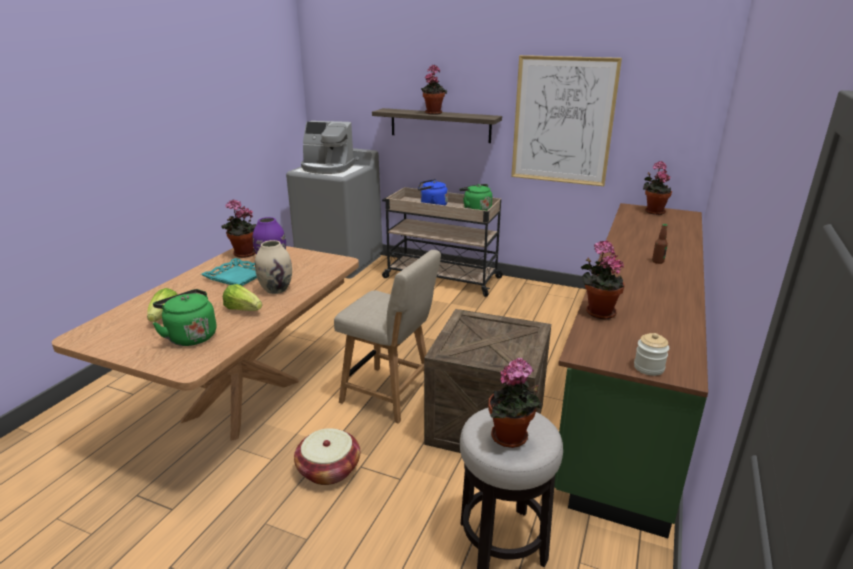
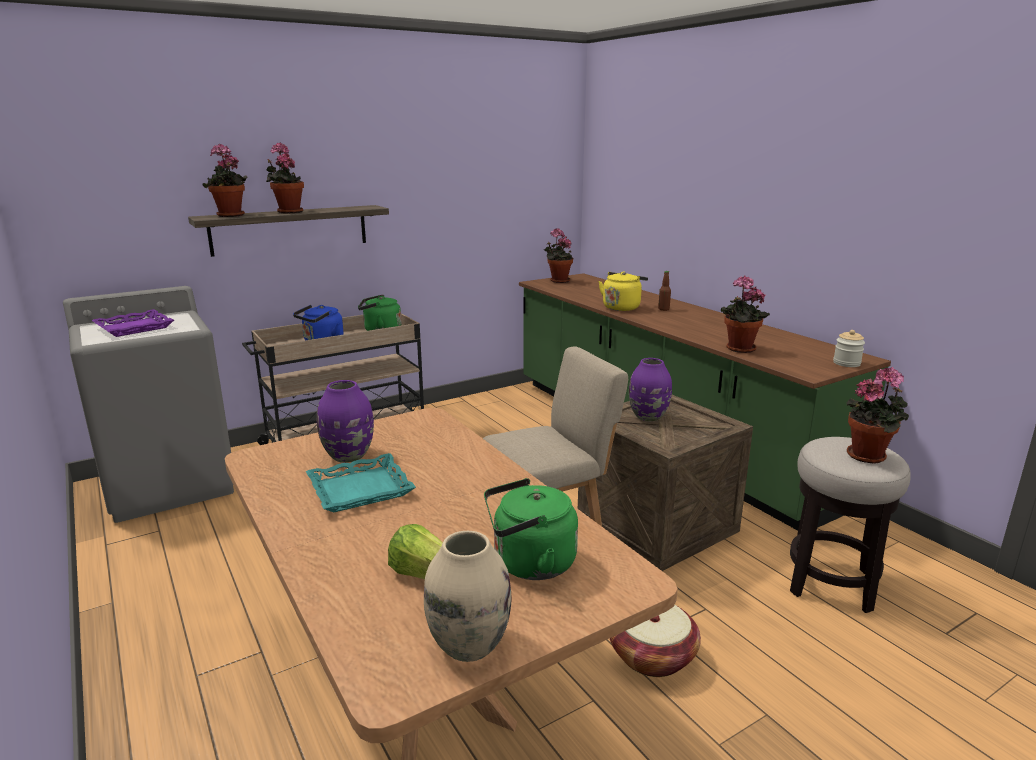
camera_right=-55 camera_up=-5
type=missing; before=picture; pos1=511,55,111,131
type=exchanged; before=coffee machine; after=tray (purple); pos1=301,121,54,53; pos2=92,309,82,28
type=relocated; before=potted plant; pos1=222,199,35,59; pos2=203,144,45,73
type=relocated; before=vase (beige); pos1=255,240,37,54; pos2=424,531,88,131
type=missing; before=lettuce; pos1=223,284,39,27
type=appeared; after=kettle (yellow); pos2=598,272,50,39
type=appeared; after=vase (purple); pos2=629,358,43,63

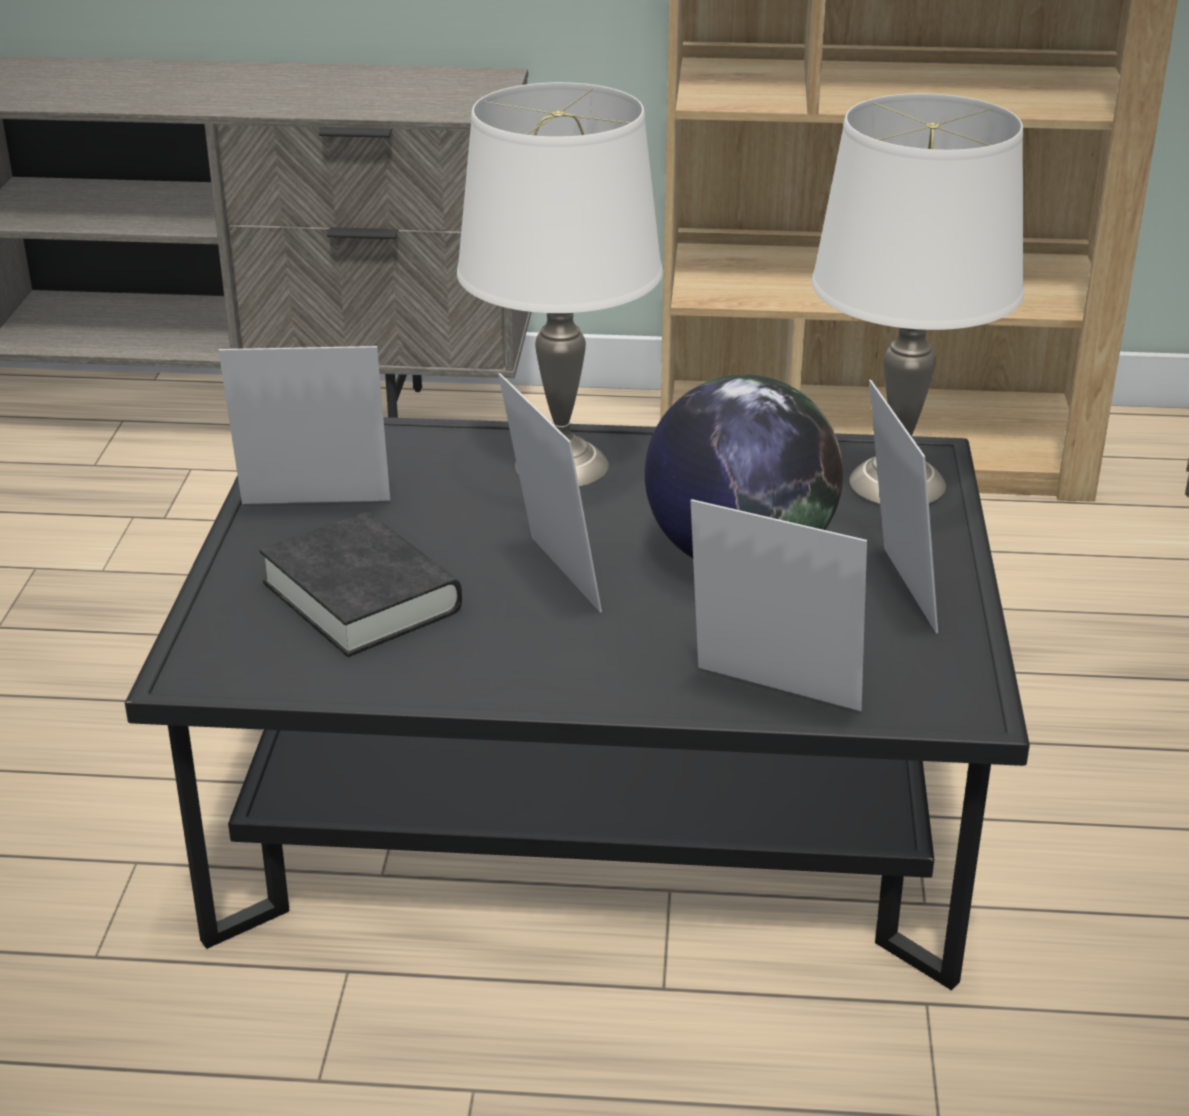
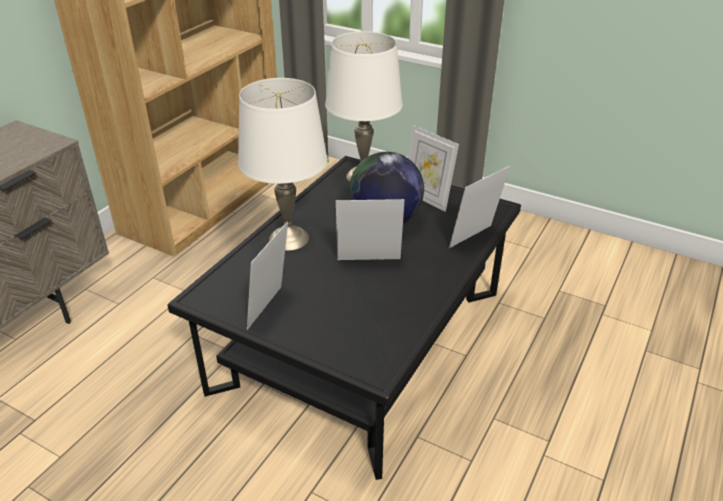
camera_right=-65 camera_up=5
type=spun; before=picture frame; pos1=869,380,69,254; pos2=408,125,51,87; turn=-150
type=missing; before=book (black); pos1=260,512,202,145

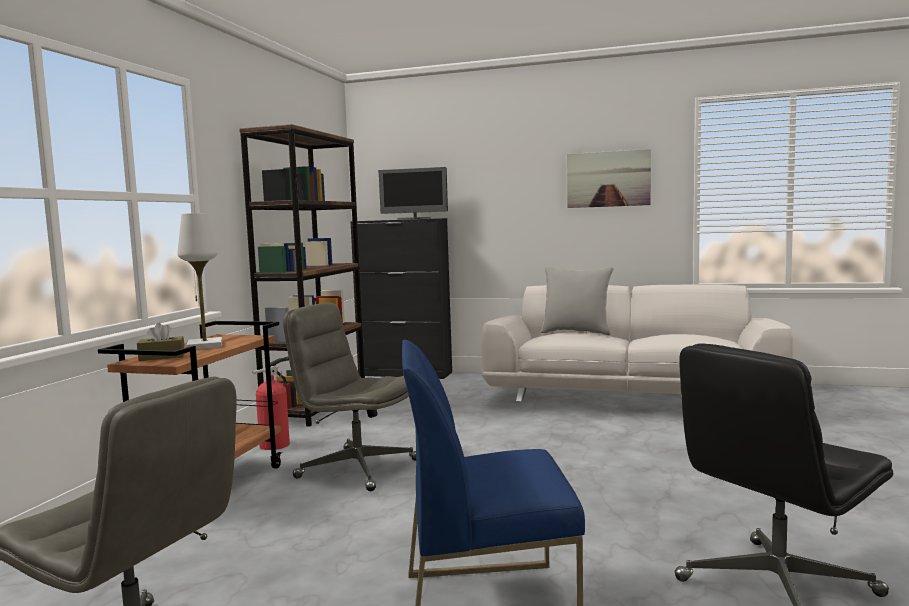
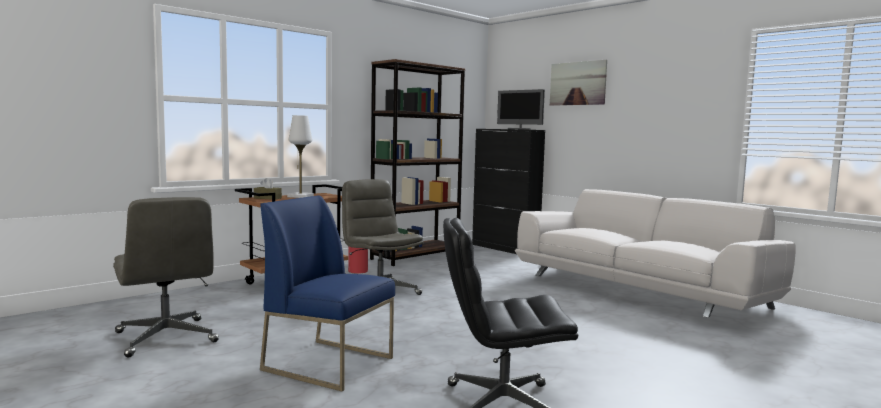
camera_right=30 camera_up=0
type=relocated; before=picture; pos1=567,149,84,59; pos2=550,60,57,46
type=missing; before=pillow (grey); pos1=541,266,73,69

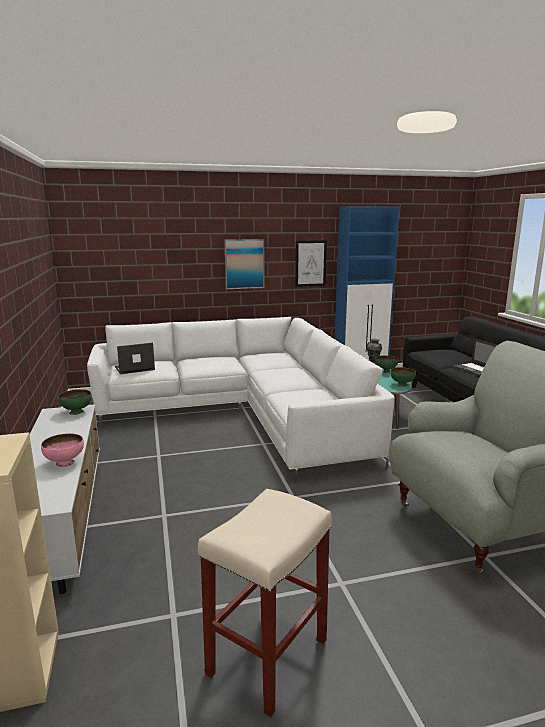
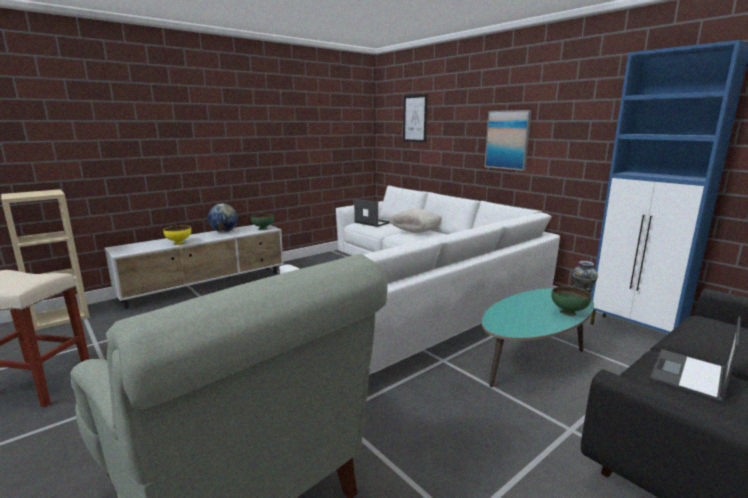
camera_right=65 camera_up=0
type=relocated; before=picture; pos1=295,240,32,47; pos2=403,94,25,49
type=missing; before=bowl (green); pos1=390,367,26,20
type=colour; before=bowl (pink); after=bowl (yellow); pos1=41,433,43,34; pos2=163,226,28,19
type=appeared; after=globe; pos2=208,204,30,28
type=appeared; after=pillow (beige); pos2=387,209,55,24

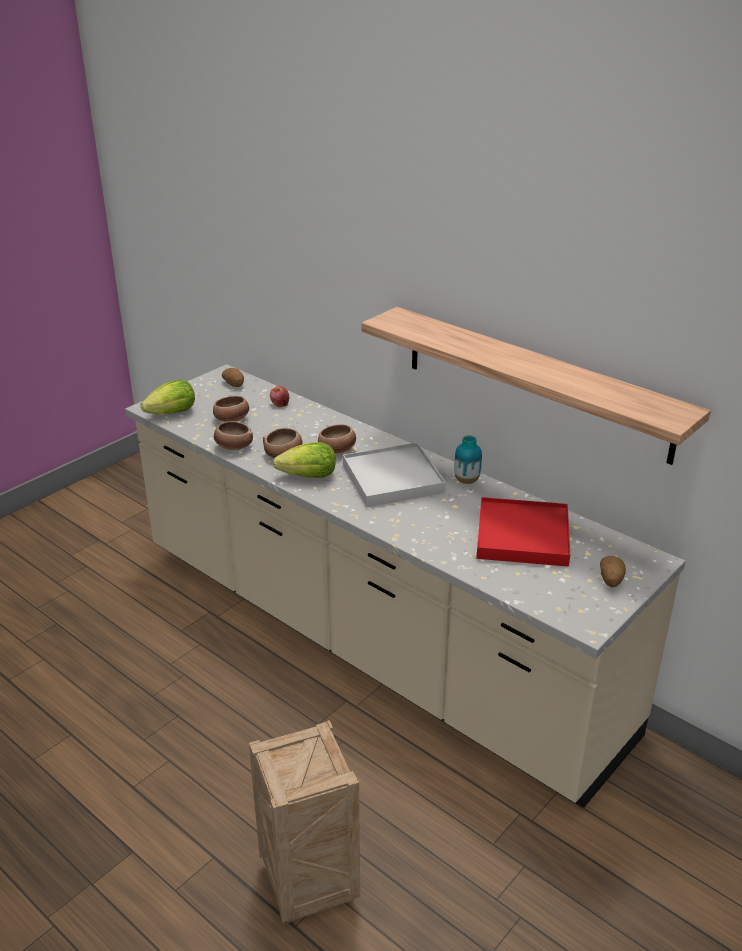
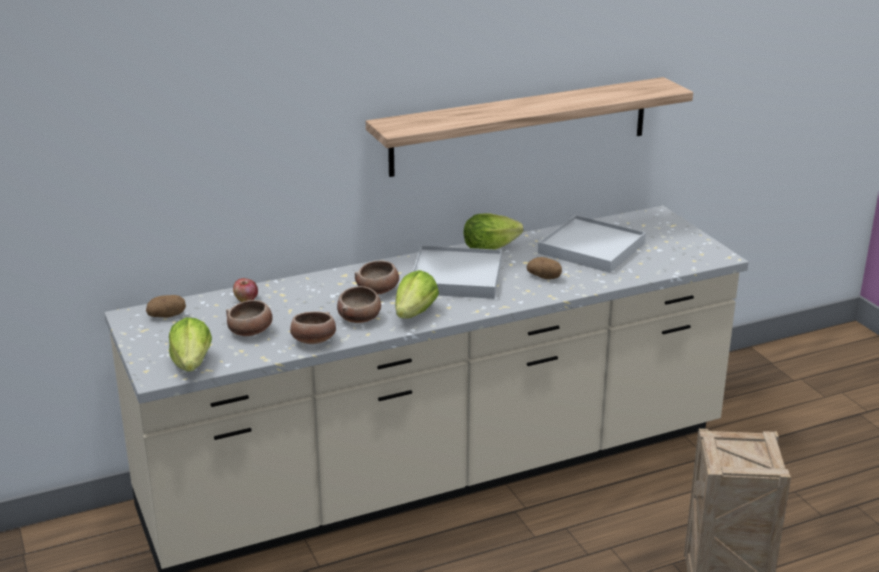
camera_right=-65 camera_up=-5
type=exchanged; before=vase; after=lettuce; pos1=454,435,28,49; pos2=464,214,59,36
type=colour; before=tray (red); after=tray (white); pos1=477,497,93,70; pos2=538,215,108,58
type=relocated; before=potato; pos1=600,556,26,31; pos2=527,257,35,22

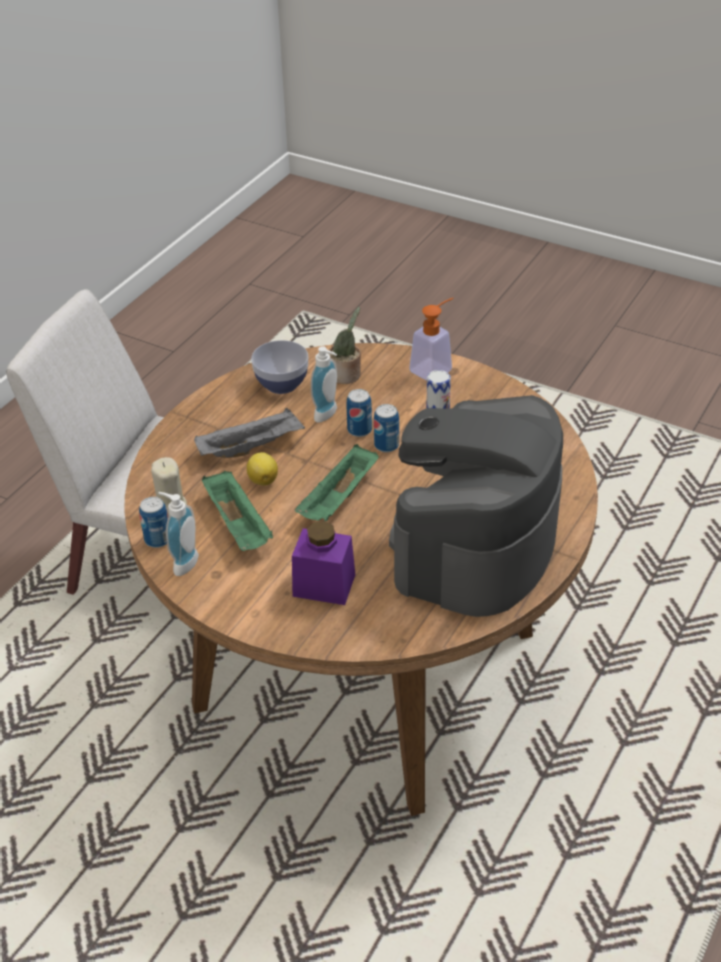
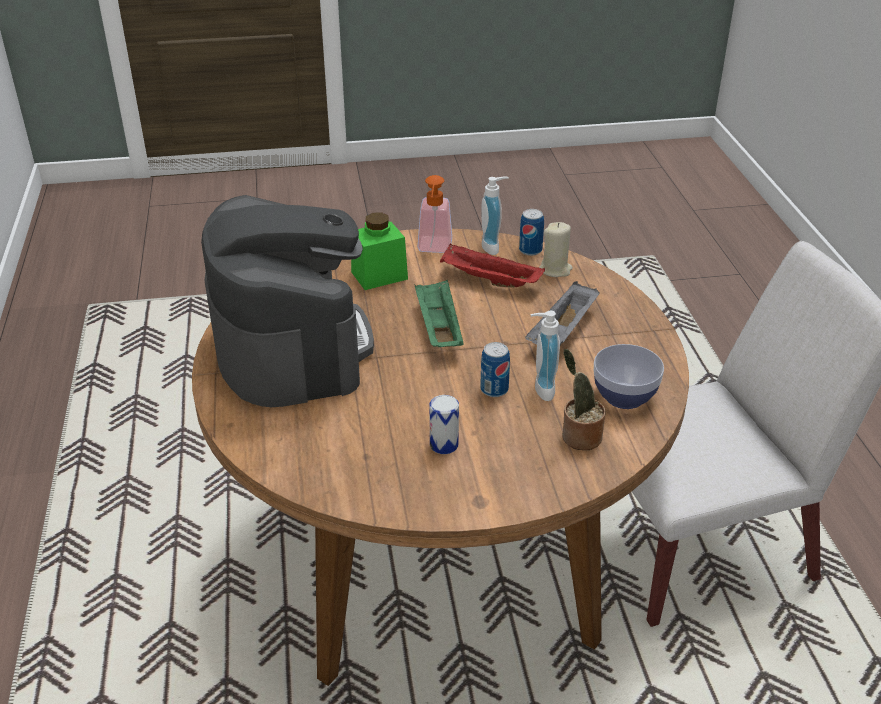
camera_right=140 camera_up=-5
type=relocated; before=soap dispenser; pos1=409,298,44,83; pos2=418,175,34,78
type=missing; before=can; pos1=374,404,25,48
type=missing; before=lemon; pos1=247,452,31,34
type=colour; before=tray (green); after=tray (red); pos1=202,471,71,80; pos2=440,243,105,45
type=colour; before=jar (purple); after=jar (green); pos1=292,521,63,84; pos2=351,212,57,78

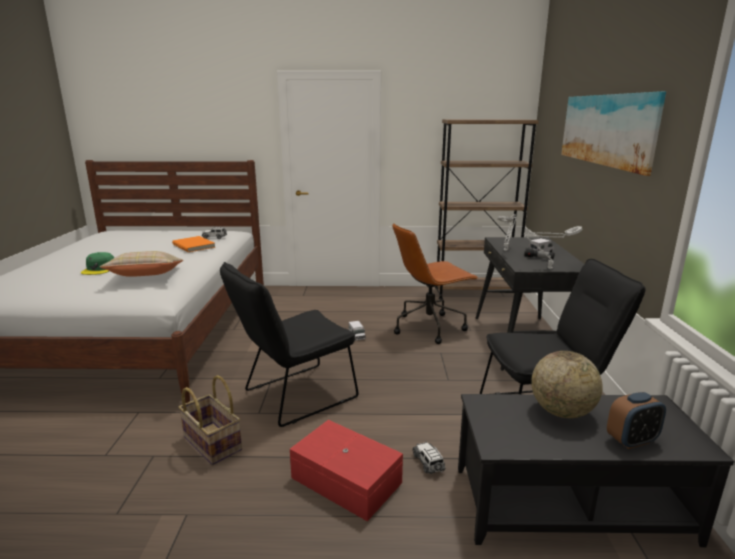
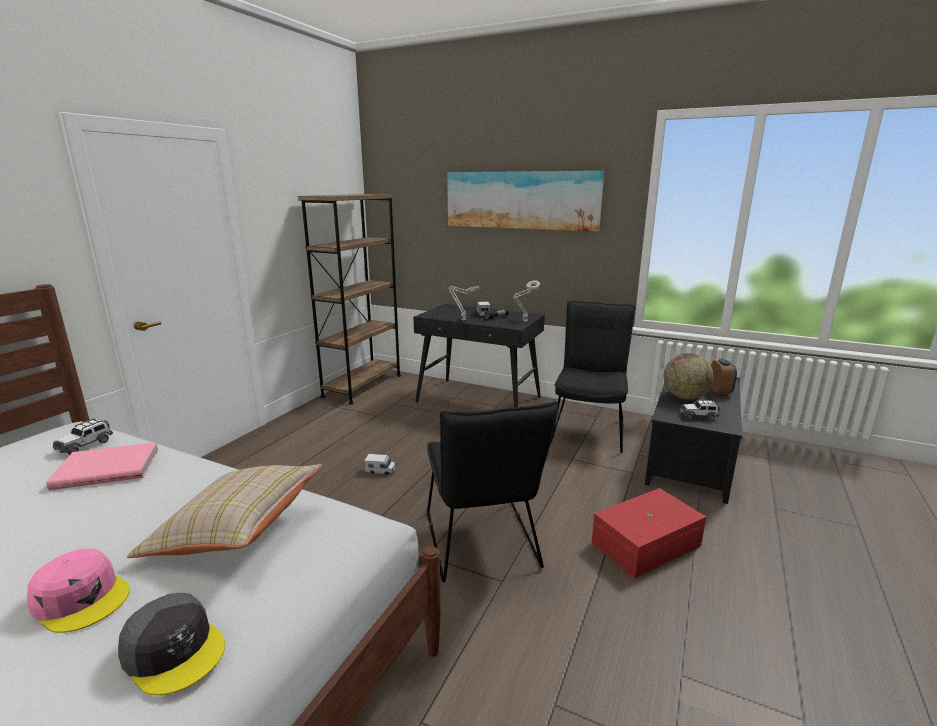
camera_right=-65 camera_up=0
type=missing; before=office chair (brown); pos1=392,223,86,121
type=colour; before=book (orange); after=book (pink); pos1=172,236,43,16; pos2=46,442,113,48
type=colour; before=cap (green); after=cap (pink); pos1=81,252,33,23; pos2=27,549,103,84
type=missing; before=basket; pos1=178,375,64,90
type=relocated; before=toy car; pos1=412,442,33,32; pos2=680,400,40,20
type=appeared; after=cap (grey); pos2=118,593,107,102

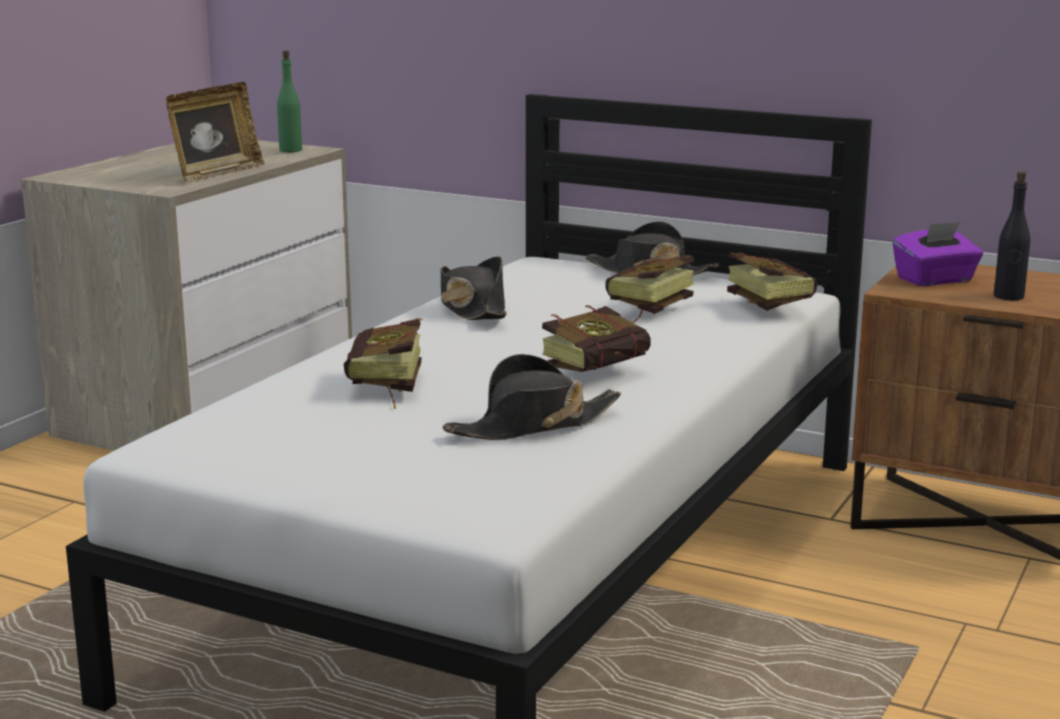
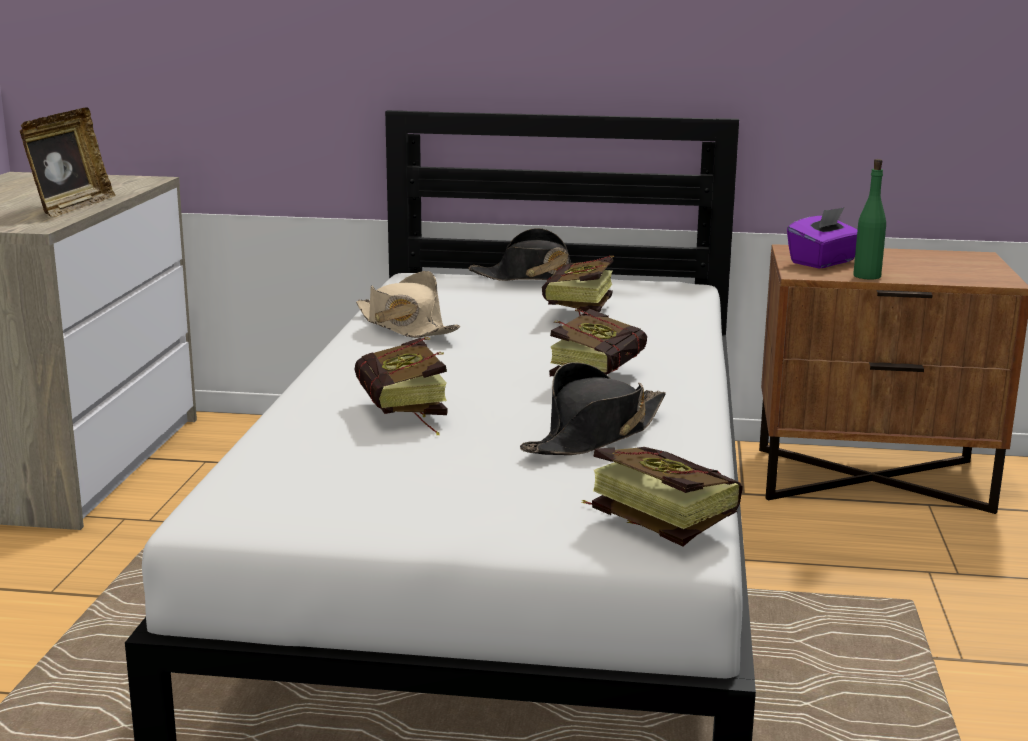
camera_right=-20 camera_up=0
type=relocated; before=bottle (green); pos1=277,50,25,102; pos2=853,159,33,120
type=missing; before=bottle (black); pos1=994,171,36,129
type=relocated; before=book; pos1=727,252,90,59; pos2=582,447,161,99
type=colour; before=hat (black); after=hat (beige); pos1=441,256,66,64; pos2=356,271,104,67

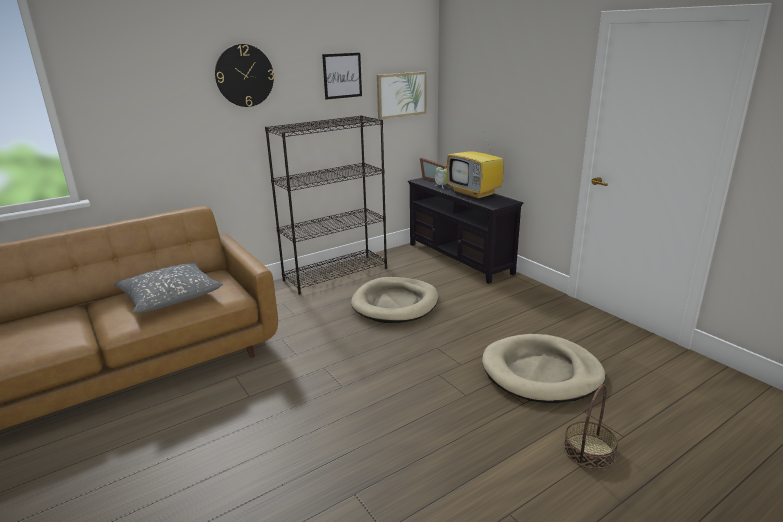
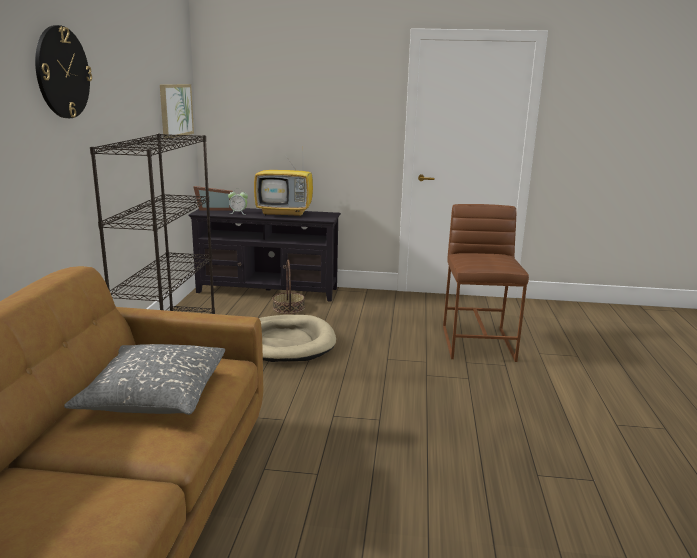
camera_right=-50 camera_up=-5
type=missing; before=picture; pos1=322,53,40,47
type=exchanged; before=dog bed (beige); after=stool (brown); pos1=482,334,123,69; pos2=443,204,86,158
type=relocated; before=basket; pos1=564,384,54,85; pos2=273,260,32,54

